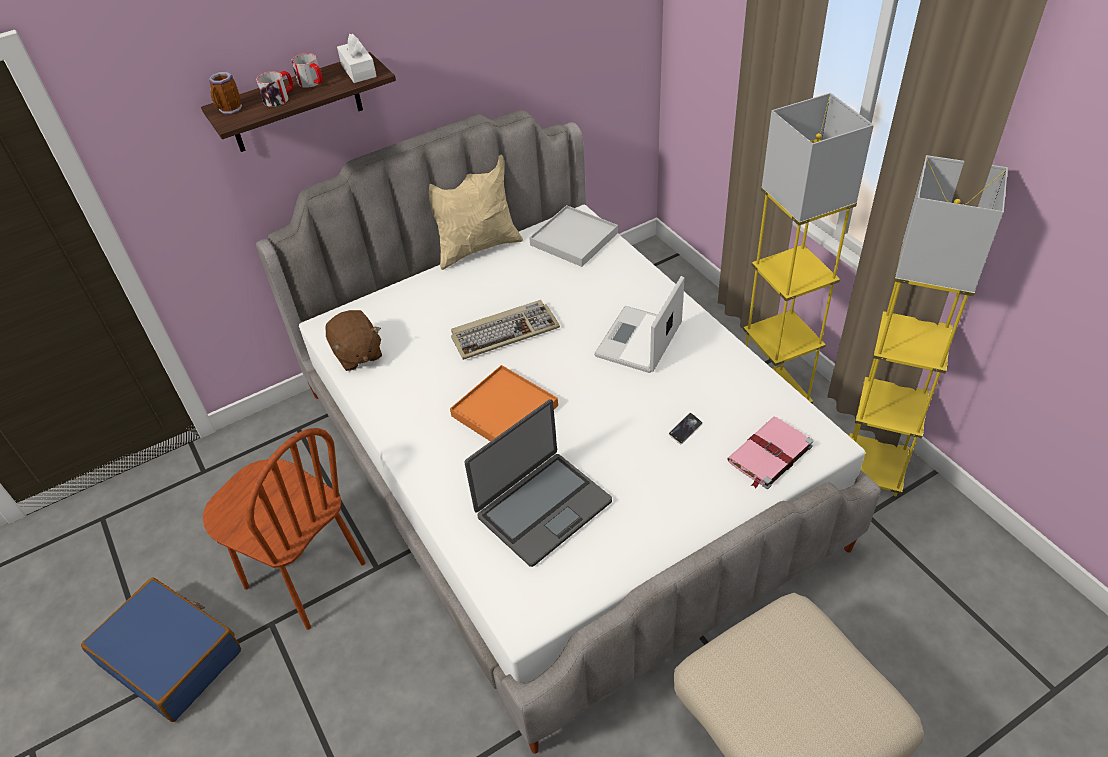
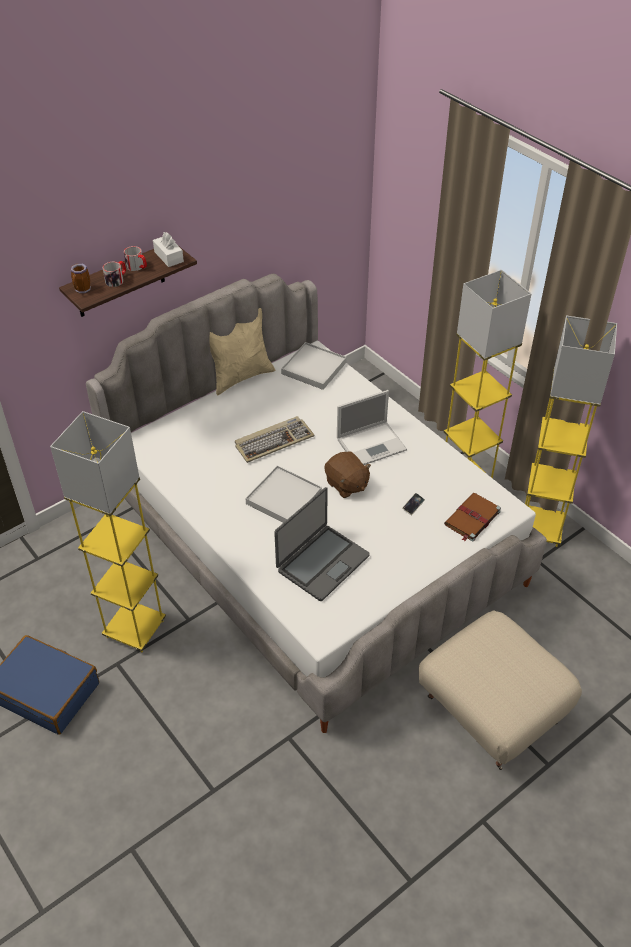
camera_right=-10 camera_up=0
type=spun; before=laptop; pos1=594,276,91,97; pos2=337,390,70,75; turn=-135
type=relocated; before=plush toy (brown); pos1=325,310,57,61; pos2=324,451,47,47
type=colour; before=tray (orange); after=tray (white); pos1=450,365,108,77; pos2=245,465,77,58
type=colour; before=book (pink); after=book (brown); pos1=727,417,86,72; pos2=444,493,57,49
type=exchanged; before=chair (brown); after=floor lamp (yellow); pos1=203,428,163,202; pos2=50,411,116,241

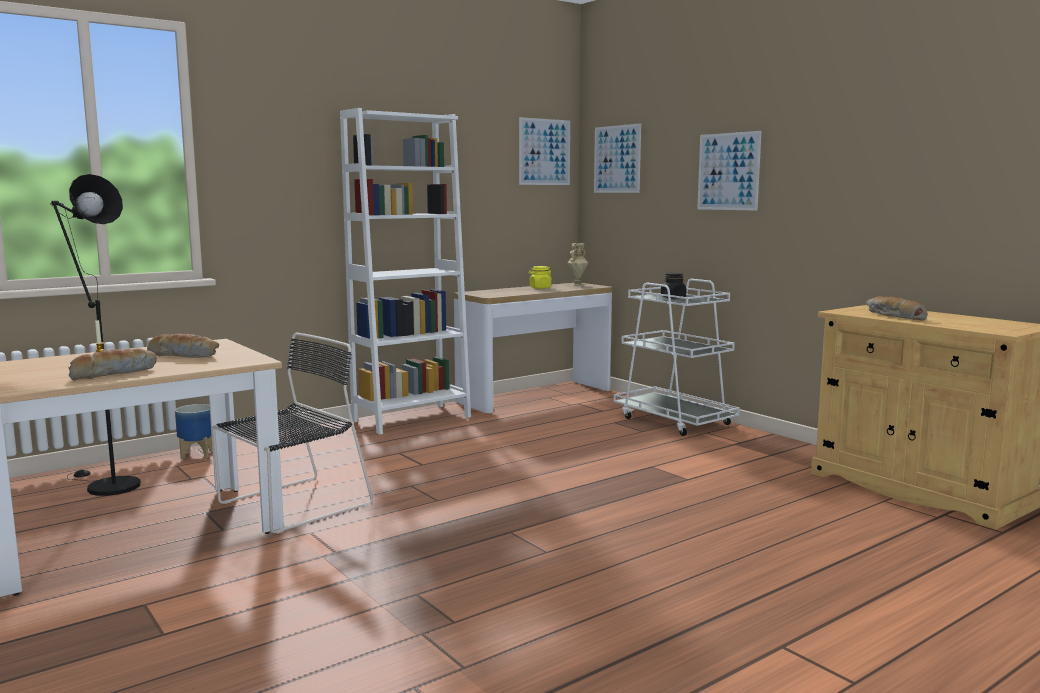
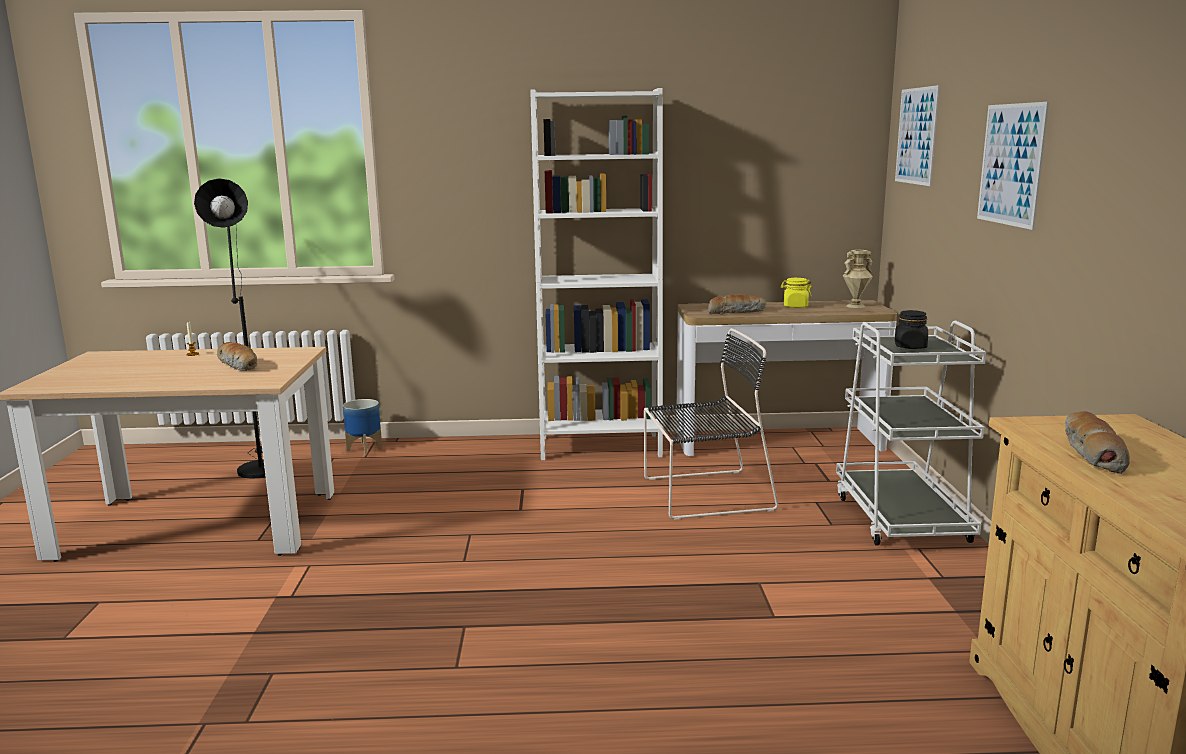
camera_right=35 camera_up=5
type=missing; before=picture; pos1=519,117,51,68
type=relocated; before=chair (black); pos1=212,332,161,202; pos2=644,328,135,192
type=relocated; before=bread; pos1=68,348,89,32; pos2=708,294,58,20

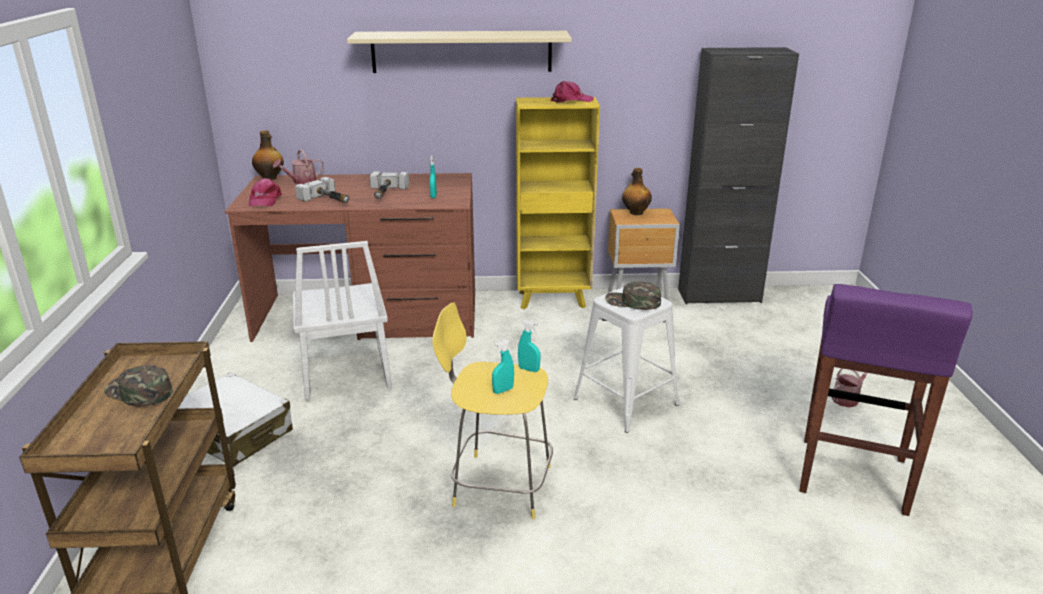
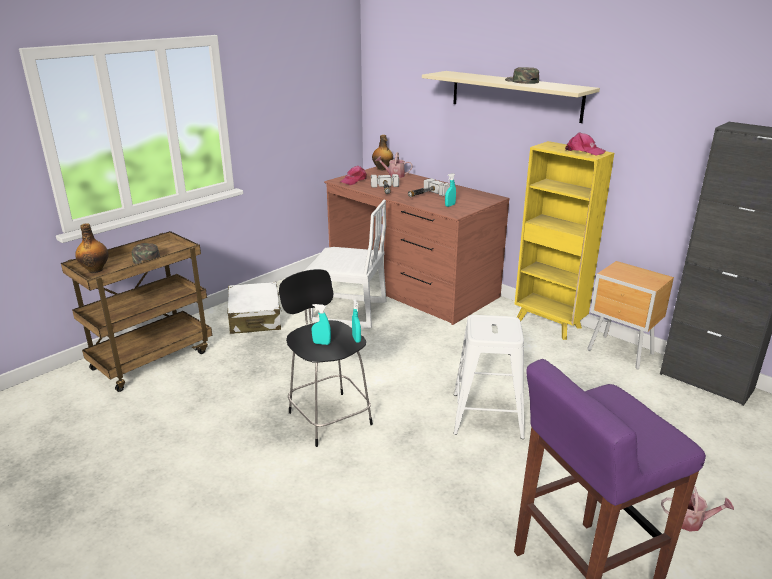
camera_right=45 camera_up=0
type=relocated; before=bottle; pos1=622,168,30,47; pos2=75,223,33,50
type=spun; before=chair (white); pos1=293,241,99,160; pos2=304,200,82,128; turn=-105
type=relocated; before=cap (green); pos1=605,281,56,29; pos2=505,67,34,17
type=colour; before=stool (yellow); after=stool (black); pos1=433,302,120,217; pos2=279,269,94,178

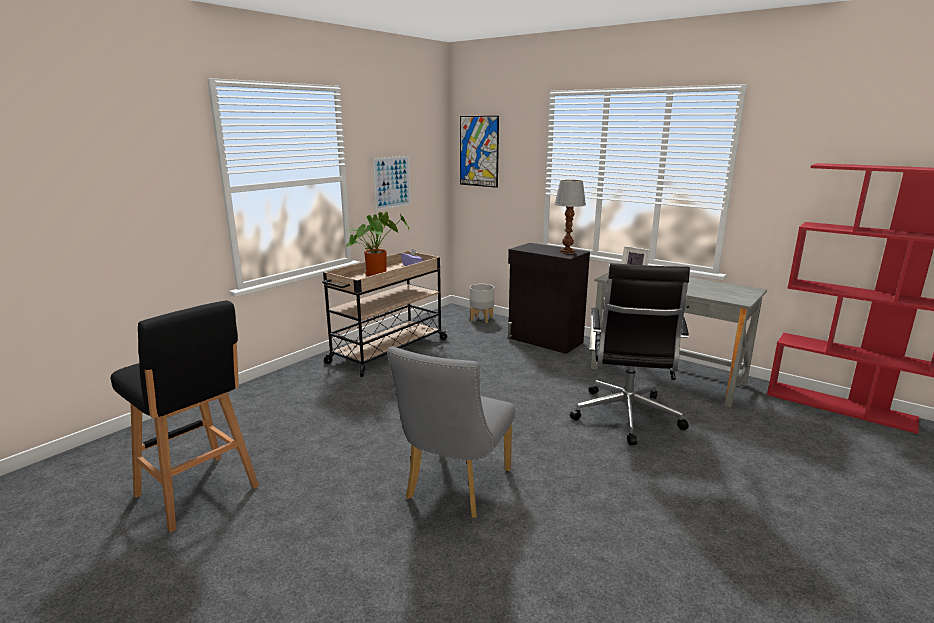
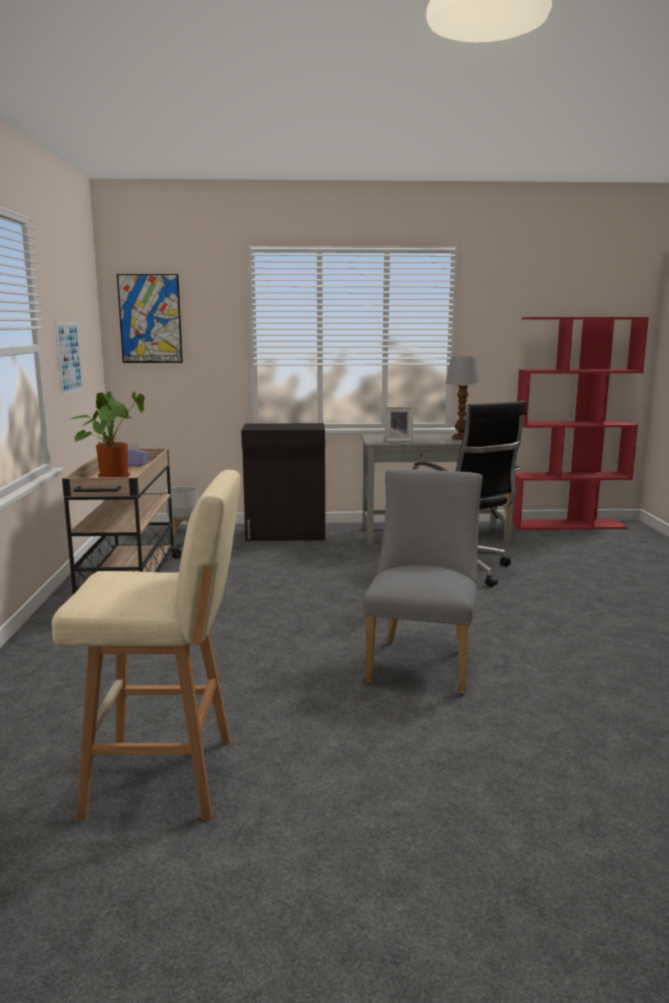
camera_right=-40 camera_up=-5
type=relocated; before=table lamp; pos1=555,180,31,74; pos2=445,357,36,83
type=colour; before=stool (black); after=stool (beige); pos1=111,300,148,233; pos2=52,470,189,351
type=spun; before=chair (grey); pos1=387,347,128,171; pos2=363,469,120,226; turn=-150

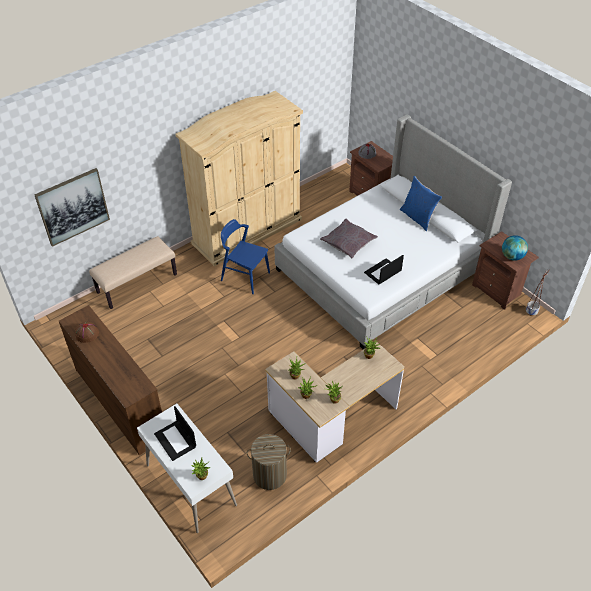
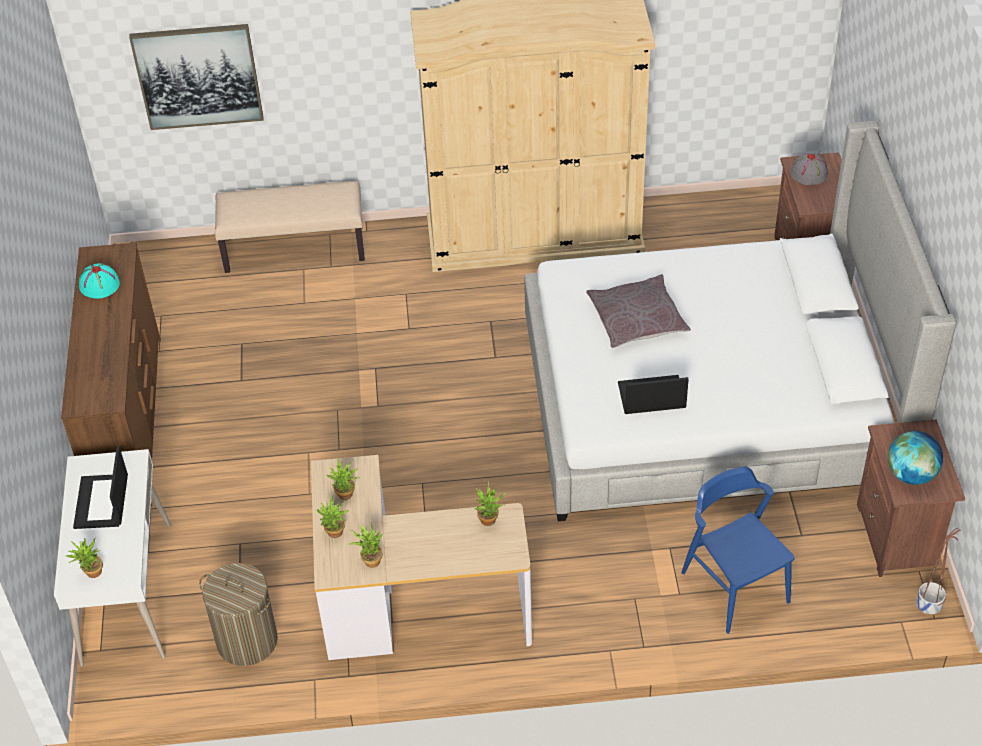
camera_right=35 camera_up=0
type=missing; before=pillow (blue); pos1=400,176,42,55
type=relocated; before=chair (blue); pos1=221,219,49,75; pos2=681,466,114,168
type=colour; before=hat (brown); after=hat (turquoise); pos1=75,322,24,21; pos2=79,263,41,36

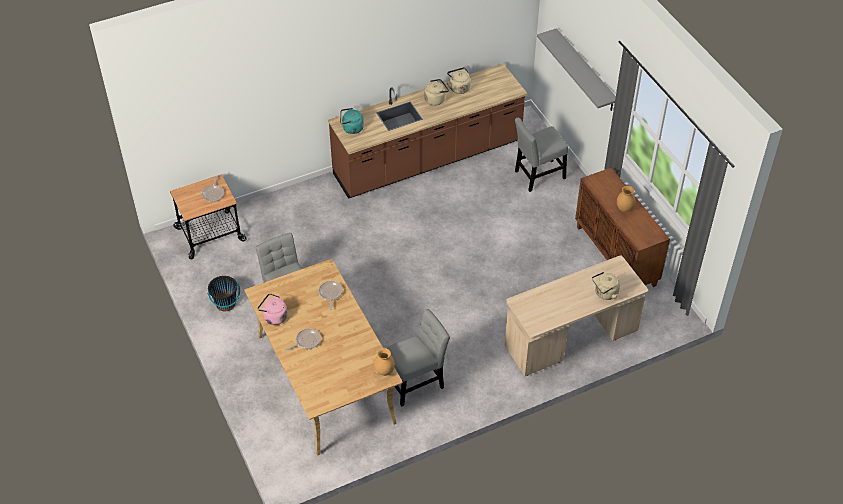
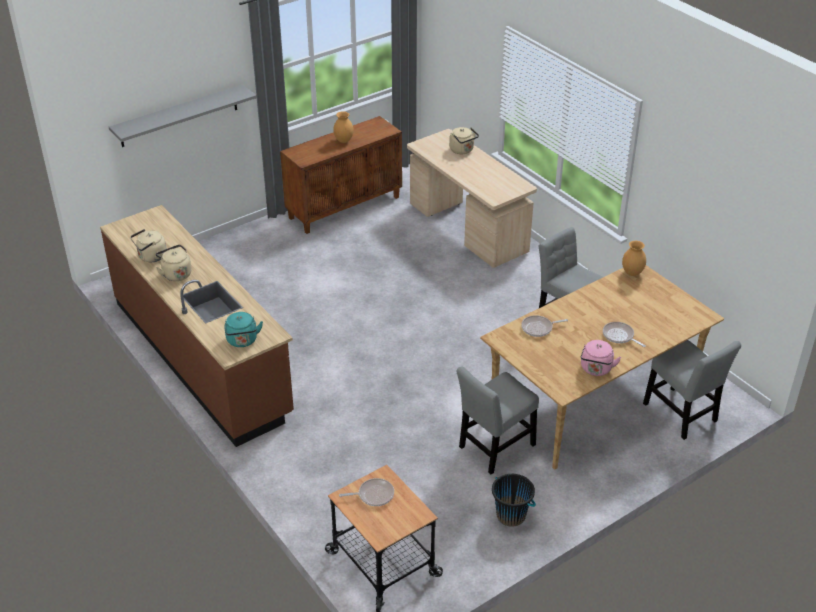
camera_right=-100 camera_up=-10
type=relocated; before=chair (grey); pos1=515,118,53,74; pos2=643,340,98,100

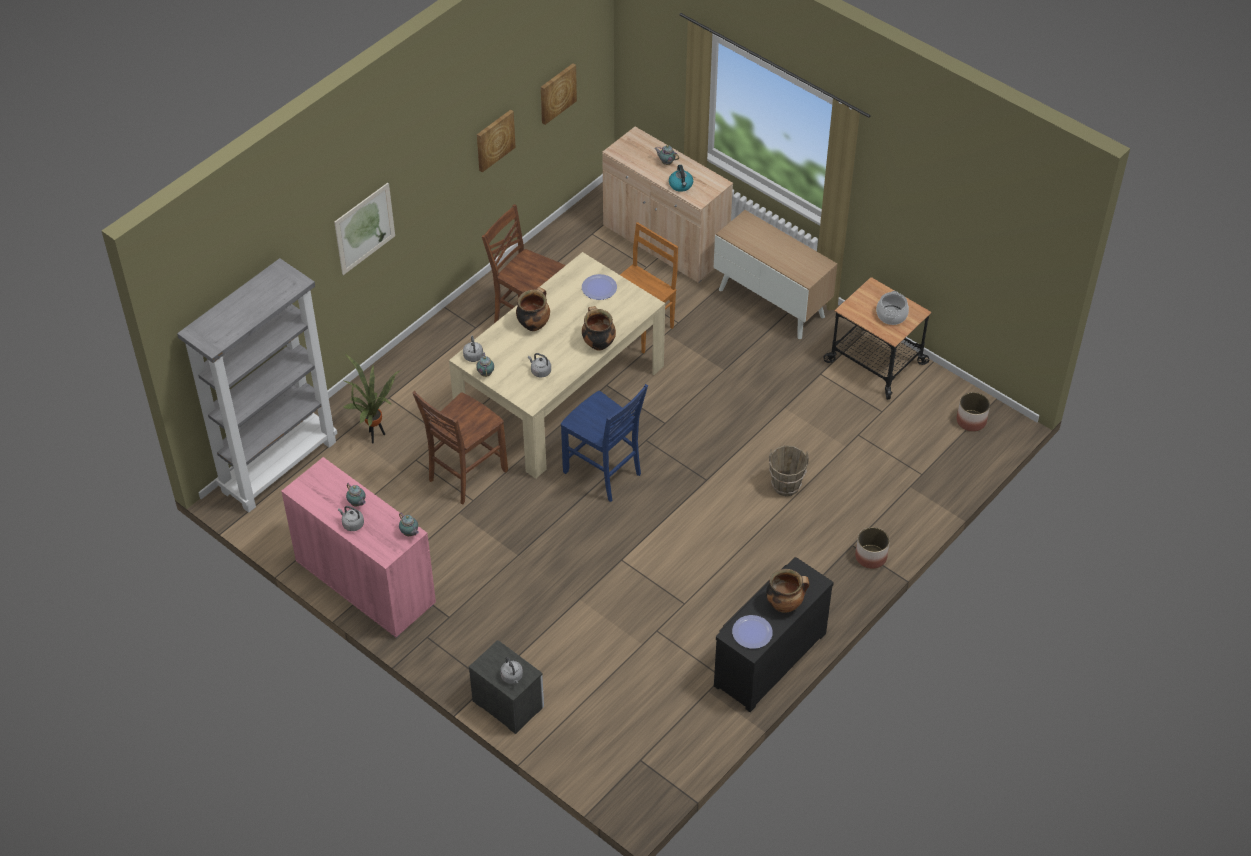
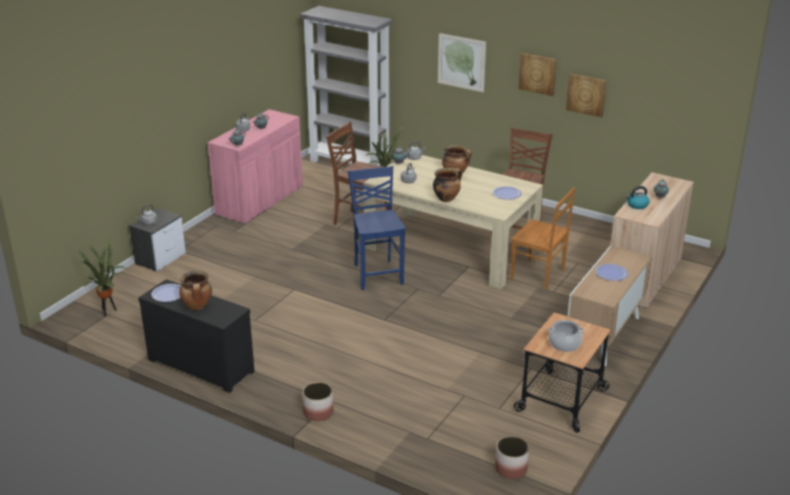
camera_right=80 camera_up=-20
type=relocated; before=picture; pos1=541,63,36,62; pos2=518,53,39,43
type=spun; before=chair (blue); pos1=561,384,87,118; pos2=348,166,58,124; turn=135
type=missing; before=bucket (brown); pos1=769,446,40,50
type=appeared; after=potted plant; pos2=73,239,53,77
type=appeared; after=plate; pos2=595,264,33,17

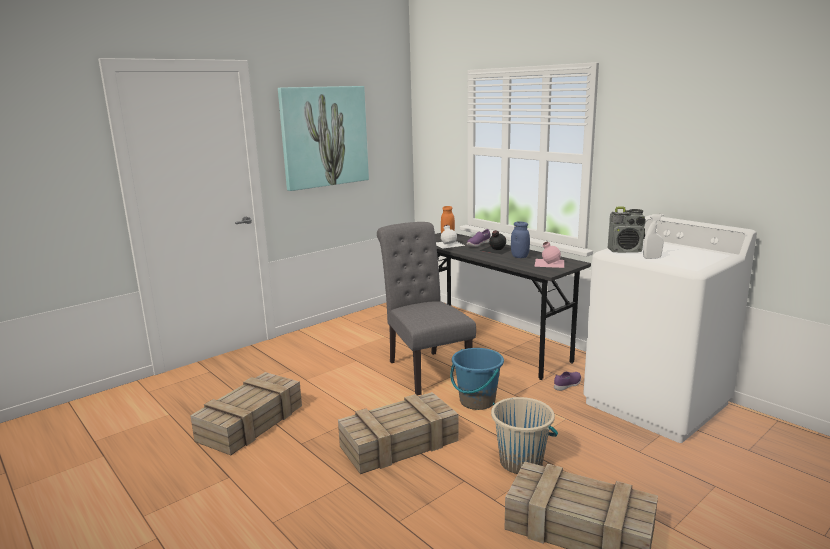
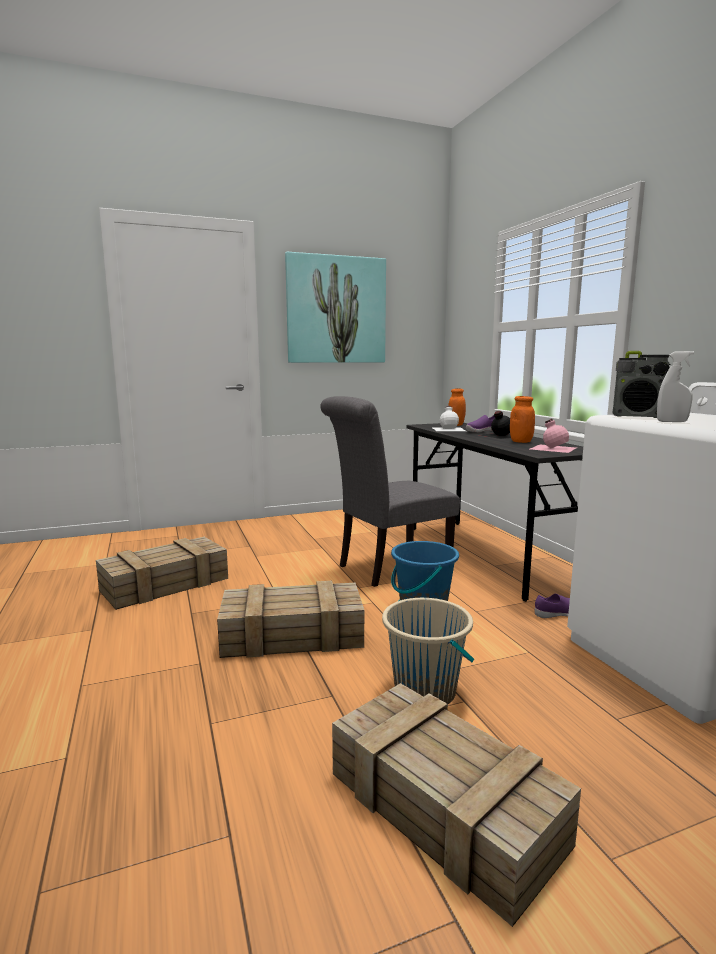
camera_right=20 camera_up=-5
type=colour; before=jar (blue); after=jar (orange); pos1=511,221,19,37; pos2=510,396,25,47
type=spun; before=chair (grey); pos1=377,222,99,174; pos2=320,396,140,191; turn=-120

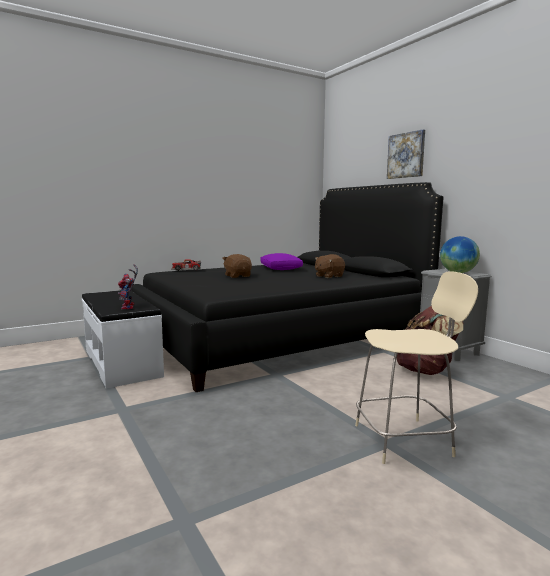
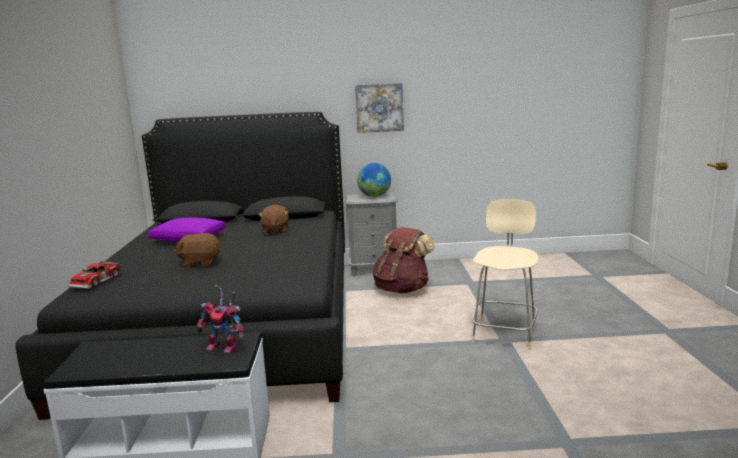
camera_right=-60 camera_up=5
type=relocated; before=picture; pos1=387,129,38,50; pos2=355,83,49,50

